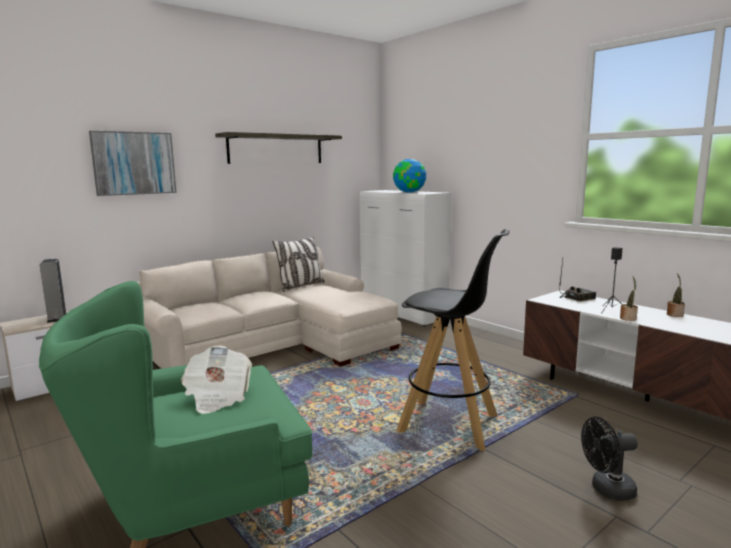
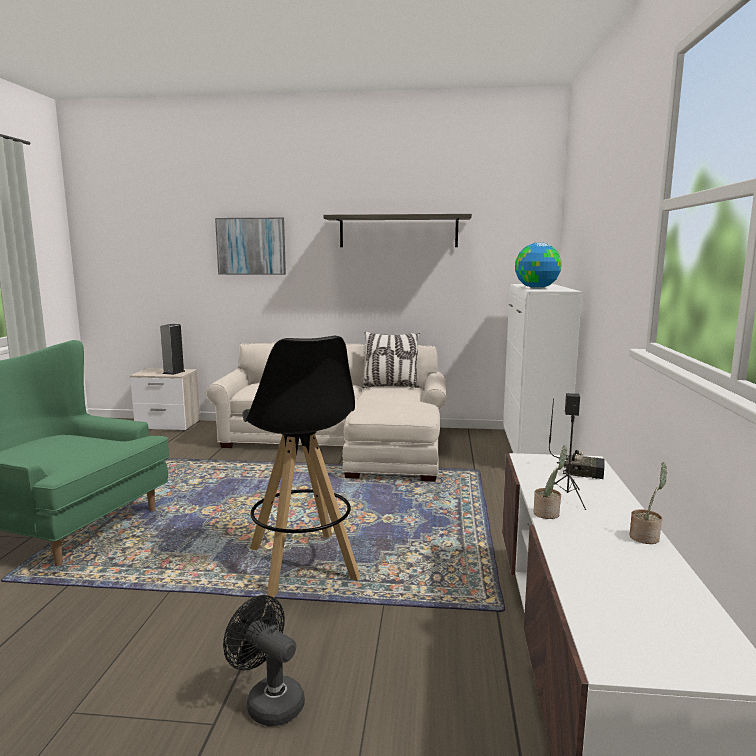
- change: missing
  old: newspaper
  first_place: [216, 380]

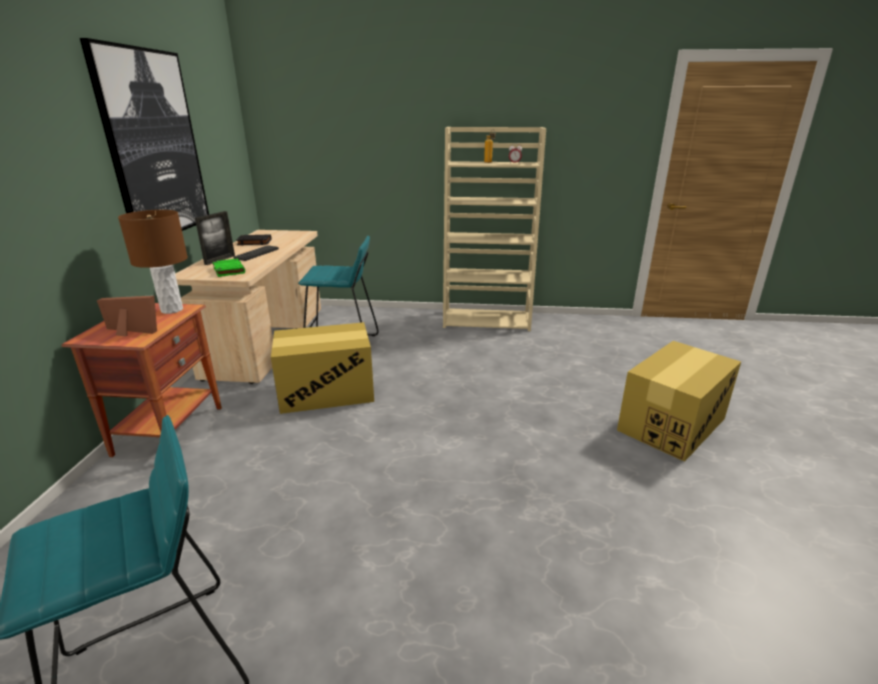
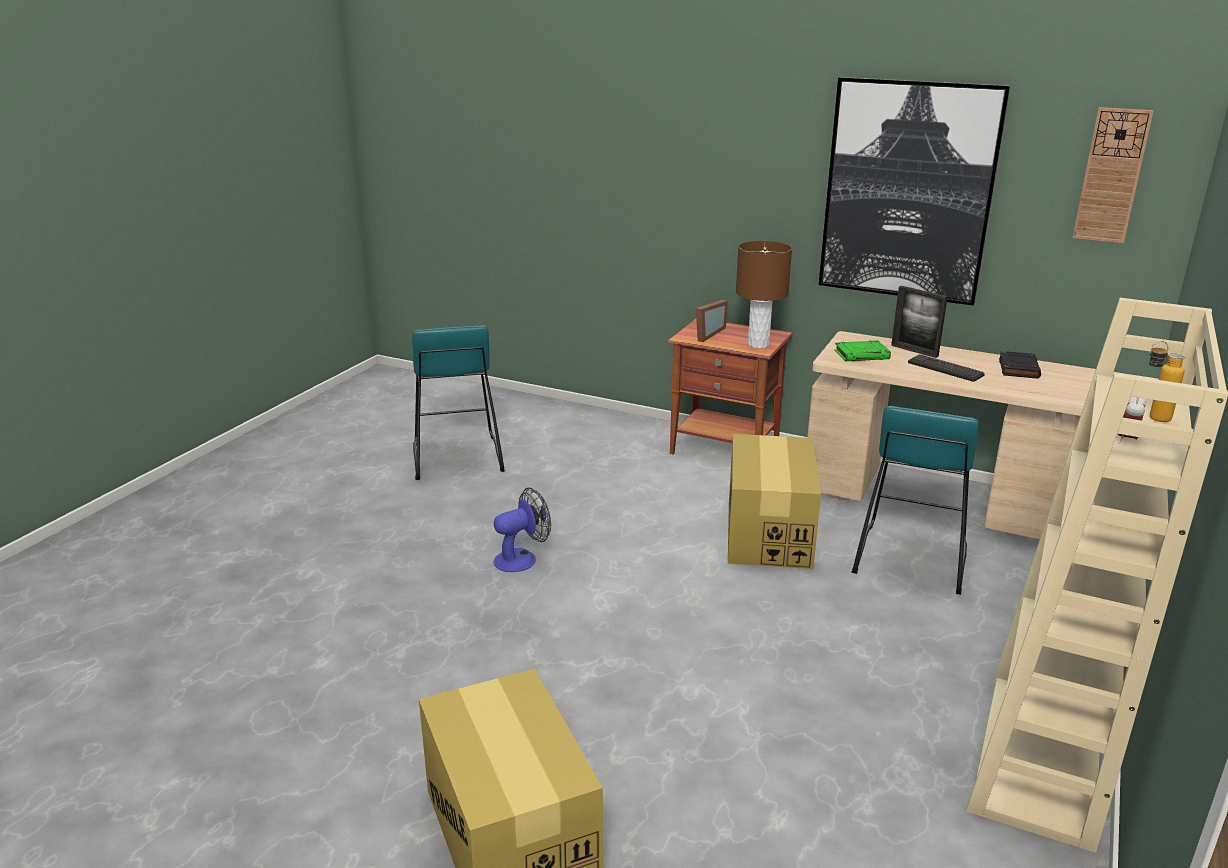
- change: appeared
  new: fan
  second_place: [522, 529]
- change: appeared
  new: wall clock
  second_place: [1112, 175]

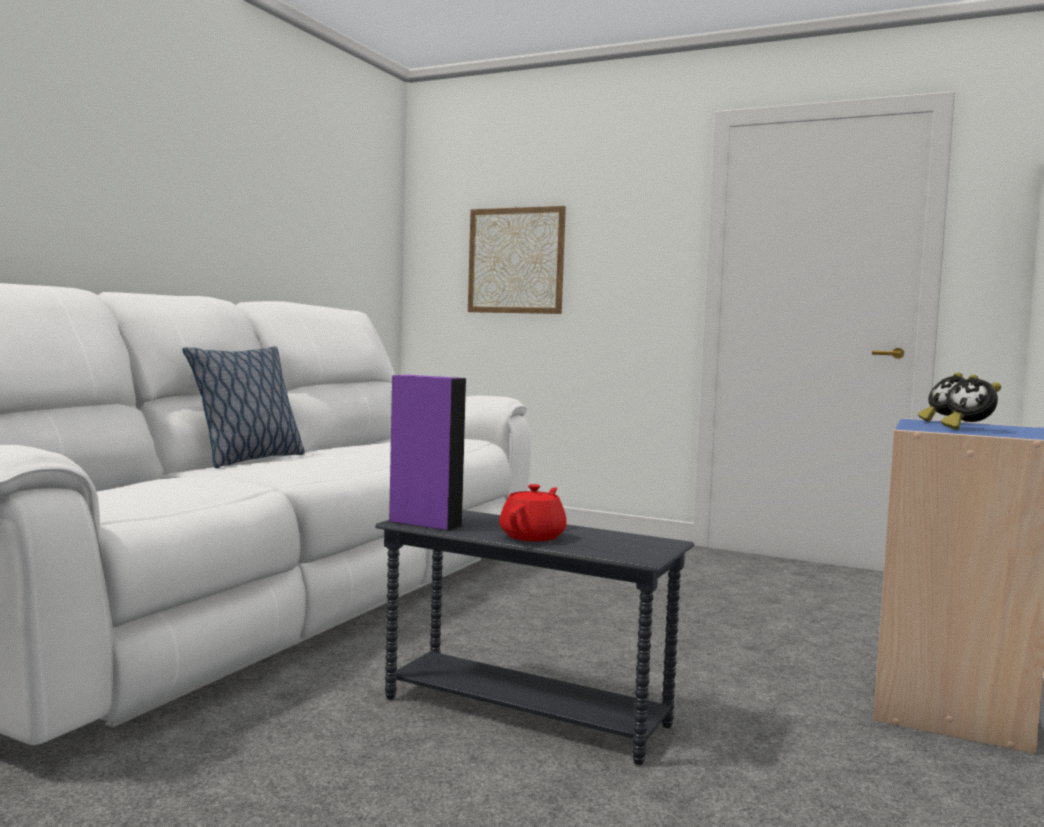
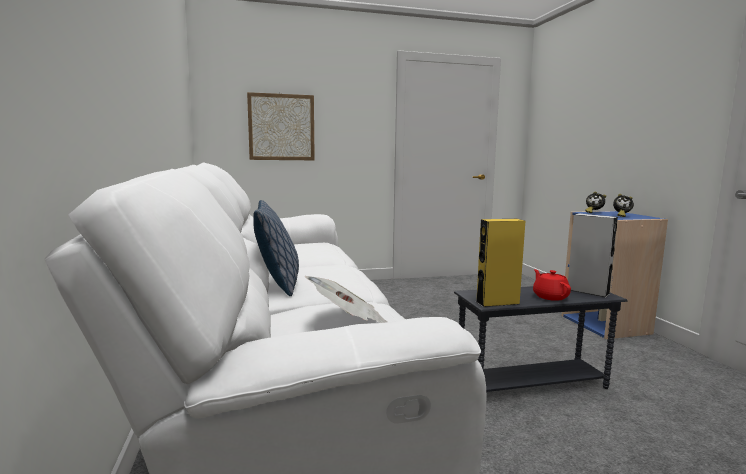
- change: appeared
  new: newspaper
  second_place: [346, 299]
- change: colour
  old: purple speaker
  new: yellow speaker
  first_place: [427, 453]
  second_place: [500, 263]
- change: appeared
  new: grey speaker
  second_place: [593, 255]

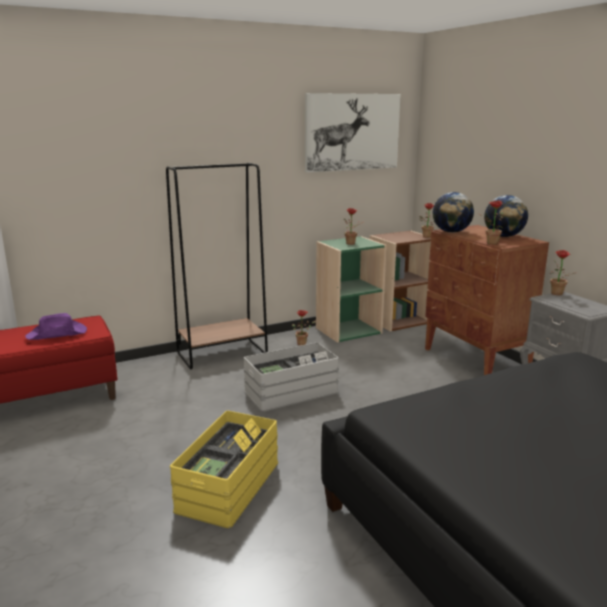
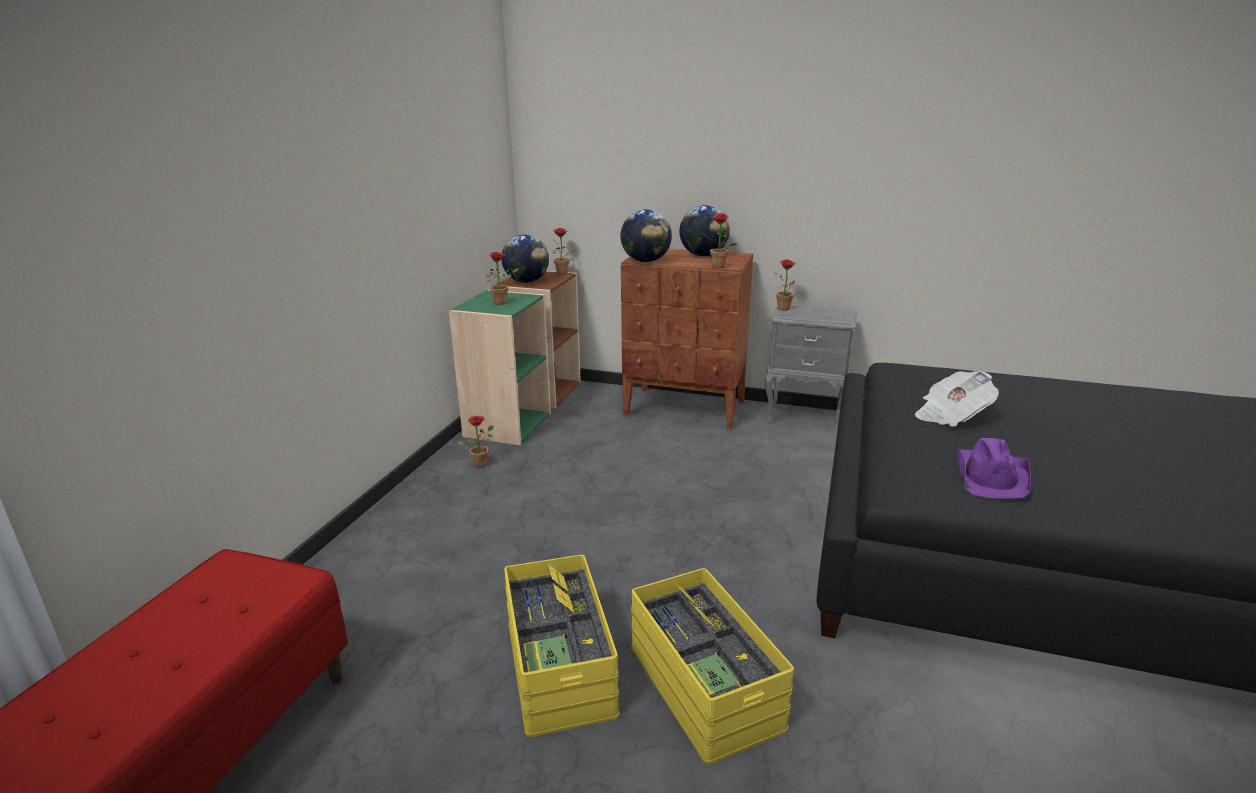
- change: appeared
  new: globe
  second_place: [525, 258]
- change: appeared
  new: yellow storage box
  second_place: [562, 646]
- change: appeared
  new: newspaper
  second_place: [957, 399]
- change: relocated
  old: purple hat
  first_place: [56, 326]
  second_place: [994, 468]
- change: missing
  old: clothes rack
  first_place: [217, 265]
- change: missing
  old: grey storage box
  first_place: [291, 377]
- change: missing
  old: picture
  first_place: [353, 132]

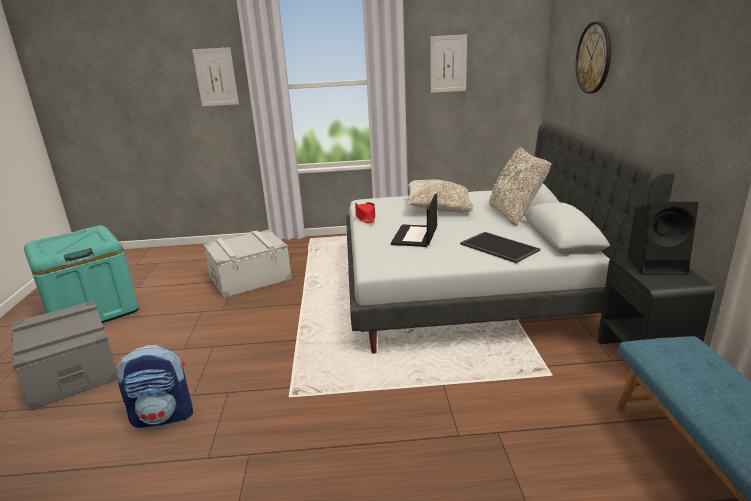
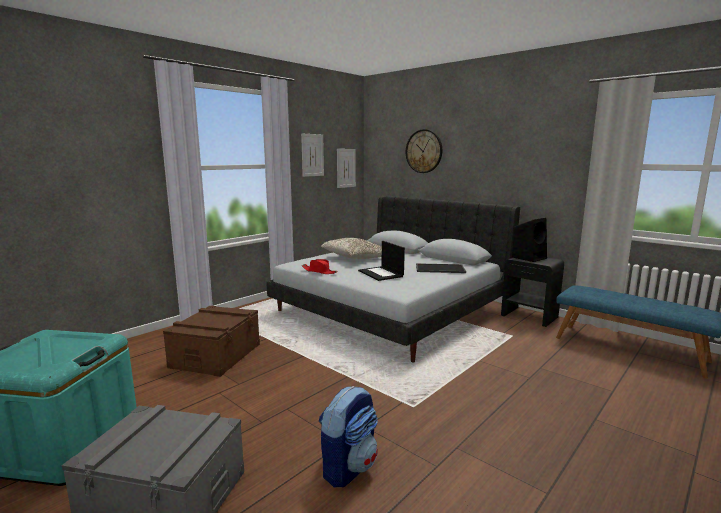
- change: colour
  old: grey storage box
  new: brown storage box
  first_place: [247, 264]
  second_place: [211, 341]
- change: relocated
  old: picture
  first_place: [215, 76]
  second_place: [346, 168]
- change: missing
  old: beige pillow
  first_place: [520, 187]

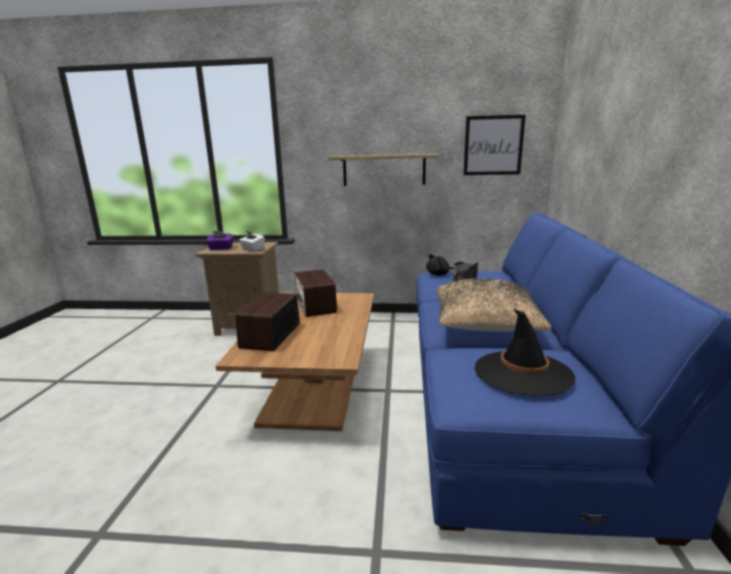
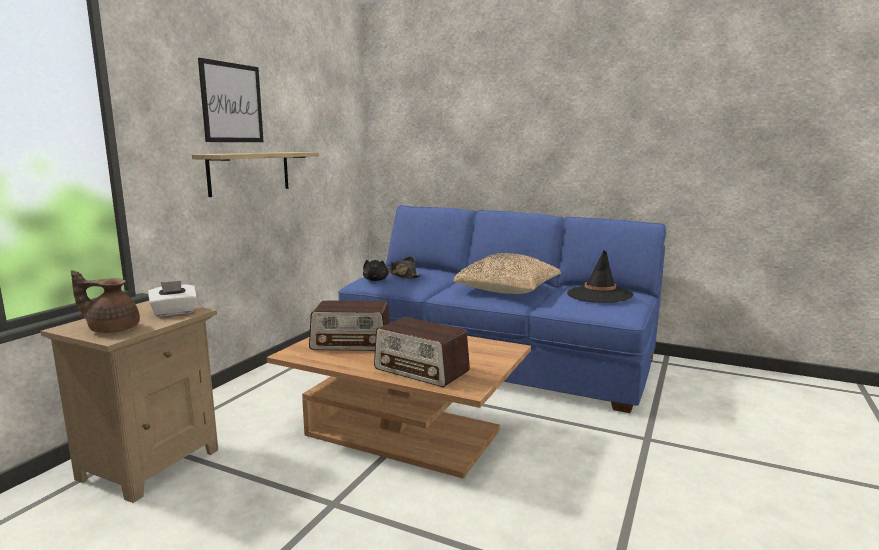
- change: exchanged
  old: purple tissue box
  new: brown teapot
  first_place: [220, 240]
  second_place: [105, 301]
- change: relocated
  old: picture
  first_place: [494, 145]
  second_place: [231, 100]

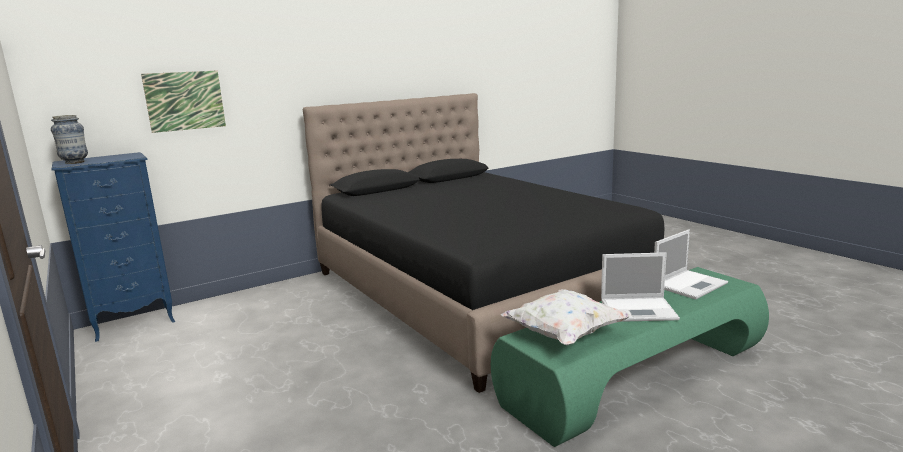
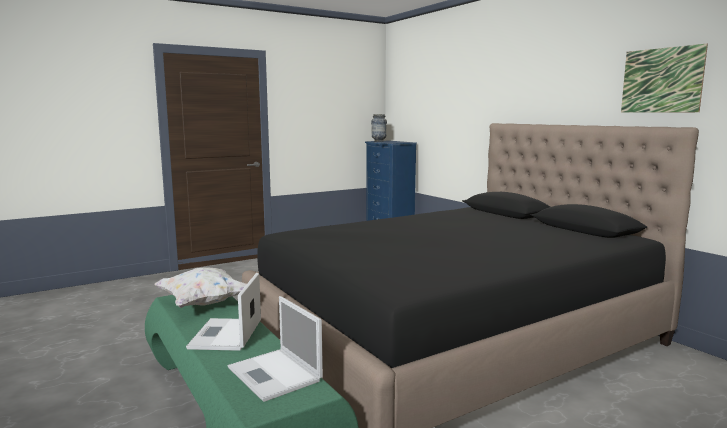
- change: relocated
  old: picture
  first_place: [183, 101]
  second_place: [664, 78]

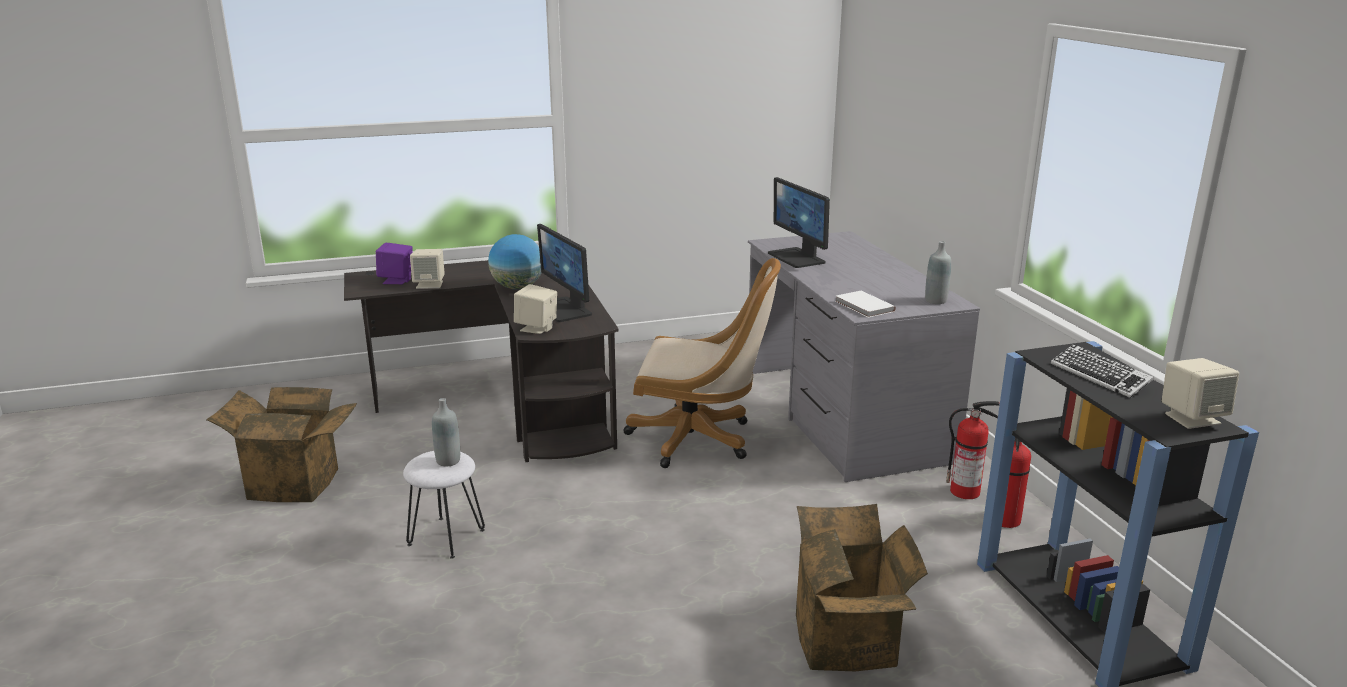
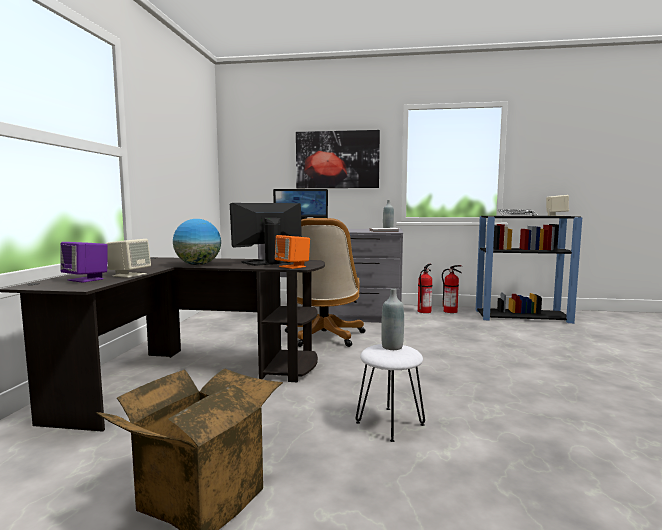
- change: spun
  old: monitor
  first_place: [564, 273]
  second_place: [266, 234]
  degrees: 150
- change: colour
  old: beige speaker
  new: orange speaker
  first_place: [535, 309]
  second_place: [292, 252]
- change: spun
  old: office chair
  first_place: [702, 363]
  second_place: [325, 282]
  degrees: 150
- change: appeared
  new: picture
  second_place: [338, 159]
- change: missing
  old: cardboard box
  first_place: [862, 587]

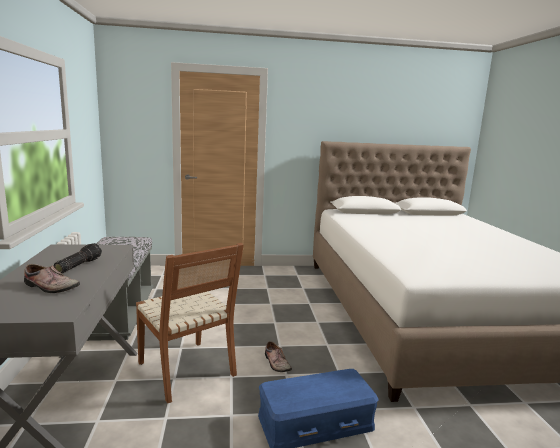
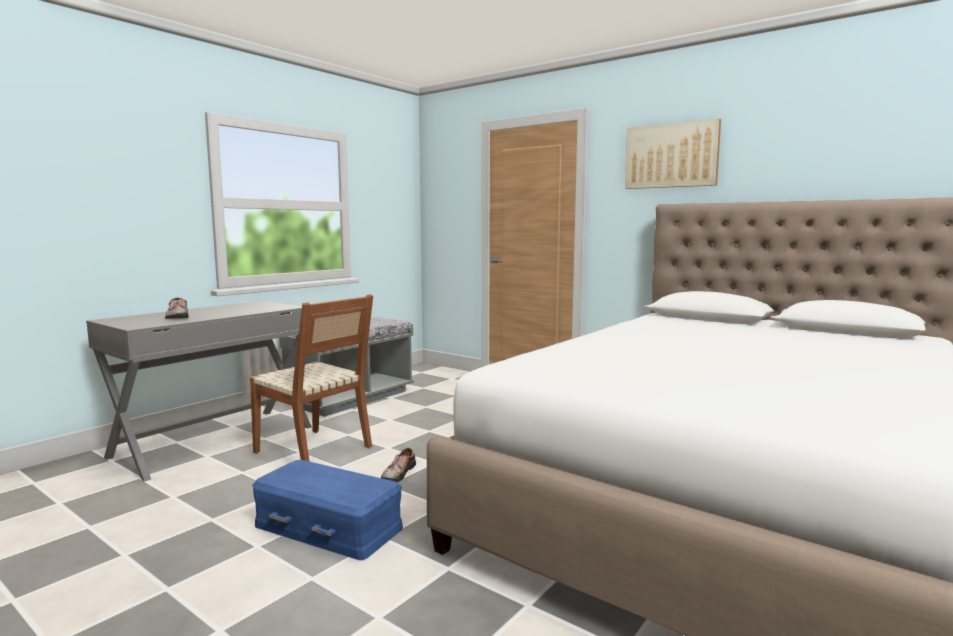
- change: spun
  old: chair
  first_place: [190, 323]
  second_place: [311, 378]
  degrees: -60
- change: appeared
  new: picture
  second_place: [673, 154]
- change: missing
  old: flashlight
  first_place: [78, 258]

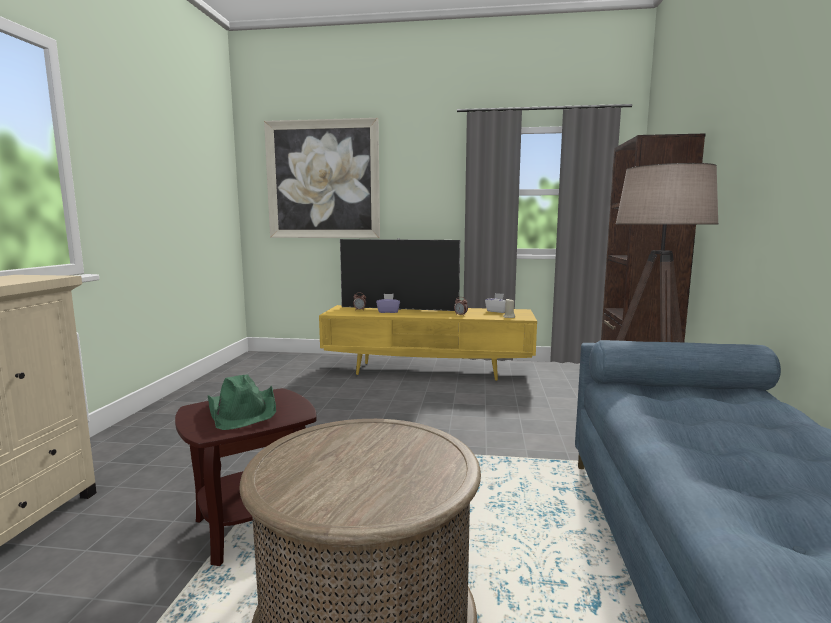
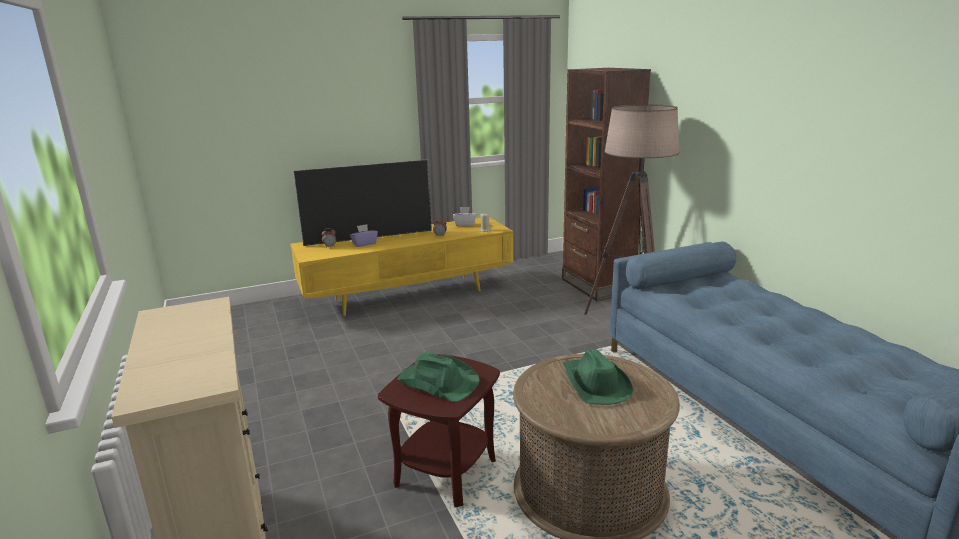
- change: appeared
  new: green hat
  second_place: [598, 377]
- change: missing
  old: picture
  first_place: [322, 178]

